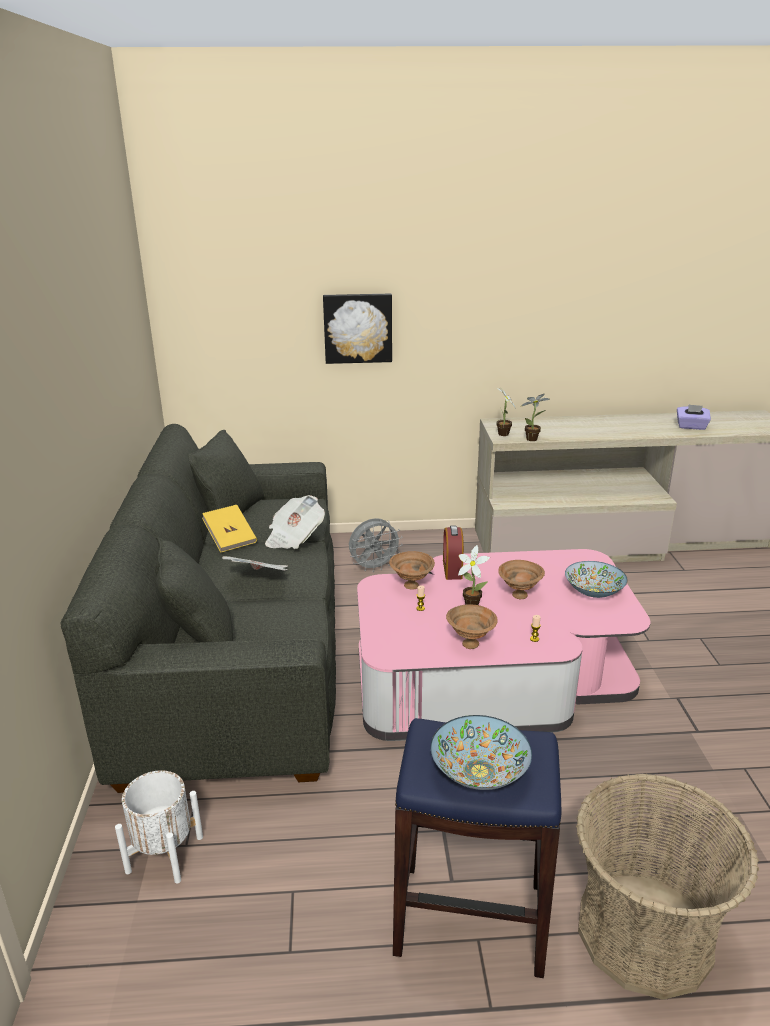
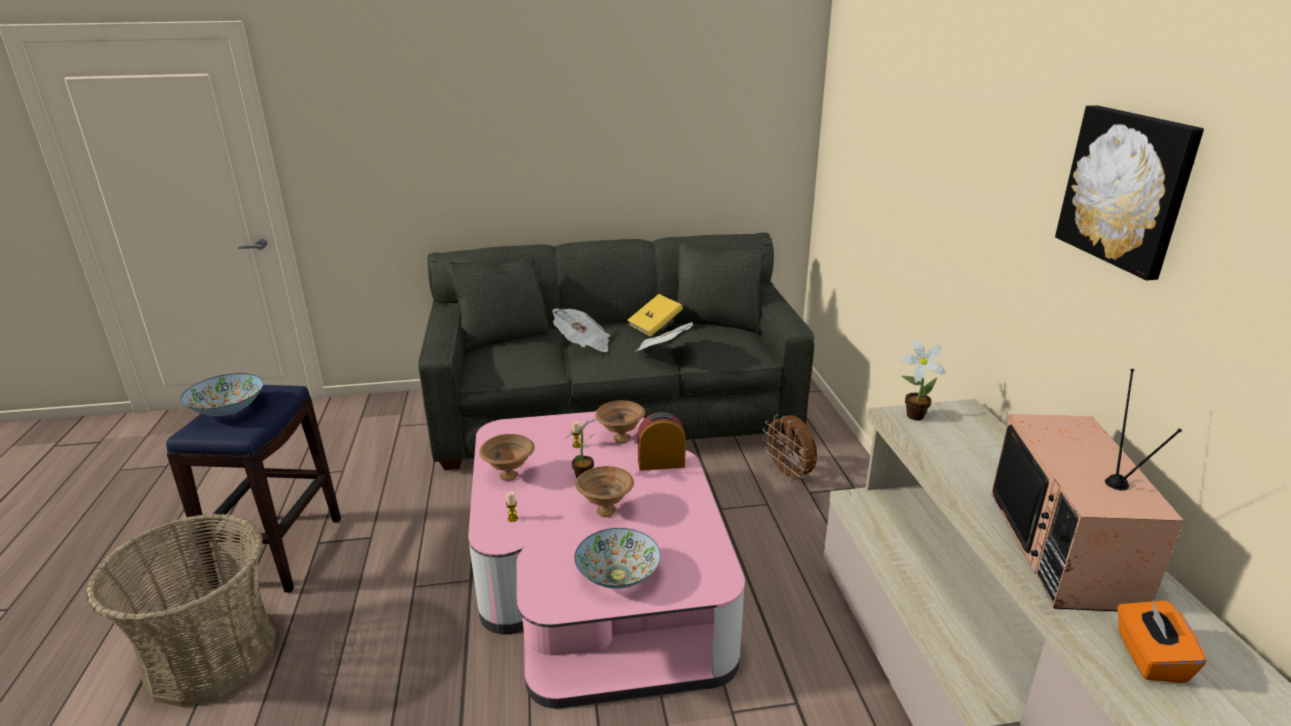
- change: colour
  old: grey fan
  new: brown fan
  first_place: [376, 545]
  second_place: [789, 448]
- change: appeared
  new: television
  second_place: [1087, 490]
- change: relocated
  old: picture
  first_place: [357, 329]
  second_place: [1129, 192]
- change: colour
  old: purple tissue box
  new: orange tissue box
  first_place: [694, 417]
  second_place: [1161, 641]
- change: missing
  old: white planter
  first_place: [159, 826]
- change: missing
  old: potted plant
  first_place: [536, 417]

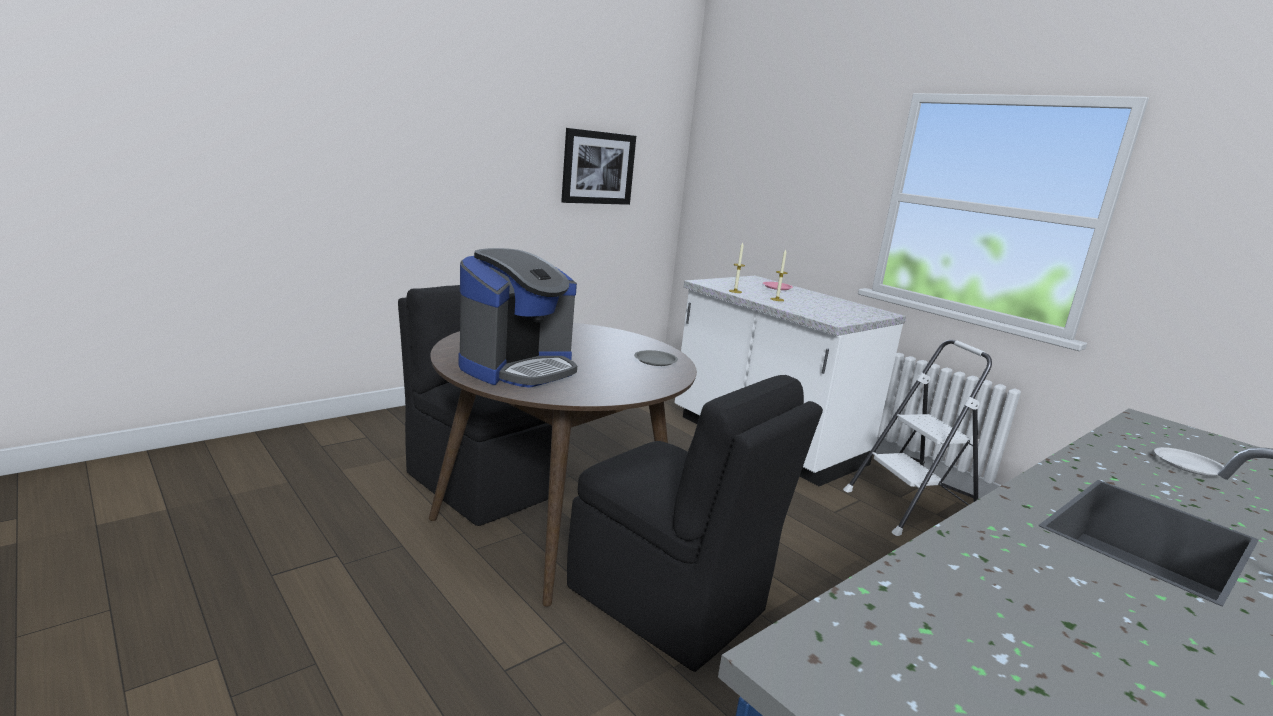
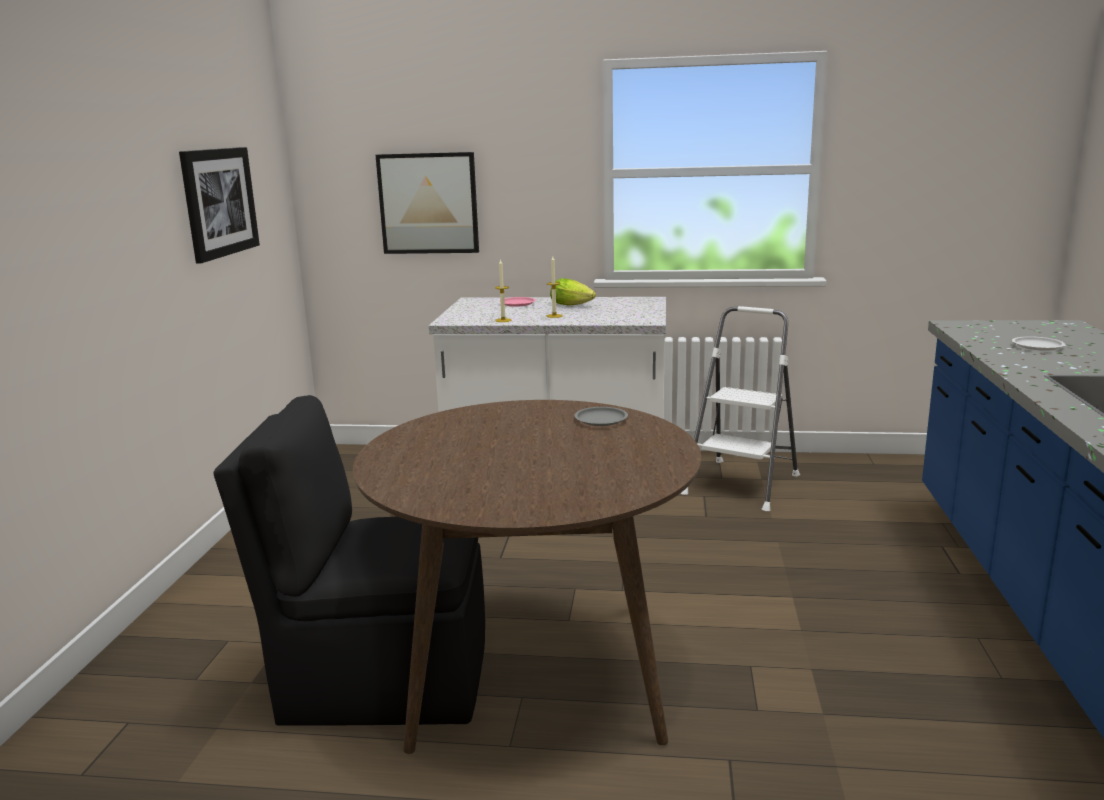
- change: appeared
  new: picture
  second_place: [427, 203]
- change: appeared
  new: lettuce
  second_place: [573, 292]
- change: missing
  old: coffee machine
  first_place: [518, 318]
- change: missing
  old: black chair
  first_place: [695, 523]

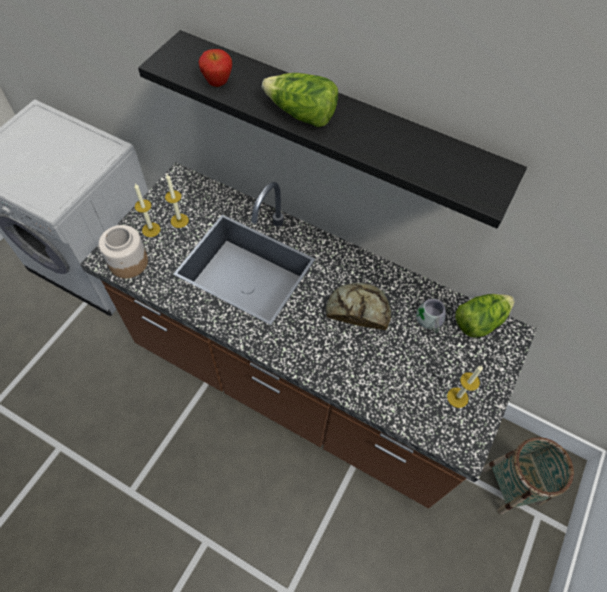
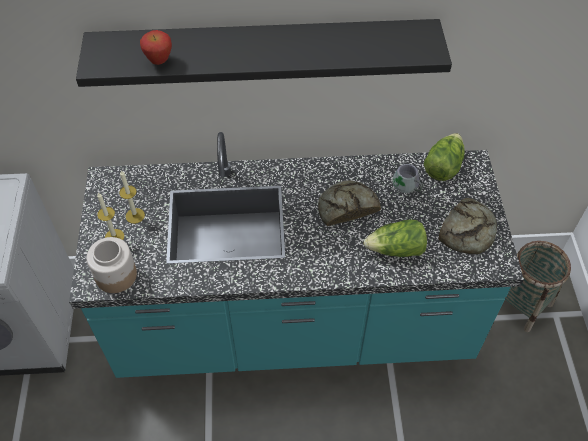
- change: colour
  old: brown counter
  new: turquoise counter
  first_place: [308, 335]
  second_place: [296, 255]
- change: relocated
  old: lettuce
  first_place: [300, 100]
  second_place: [395, 238]
- change: exchanged
  old: candle
  new: bread
  first_place: [465, 387]
  second_place: [467, 226]

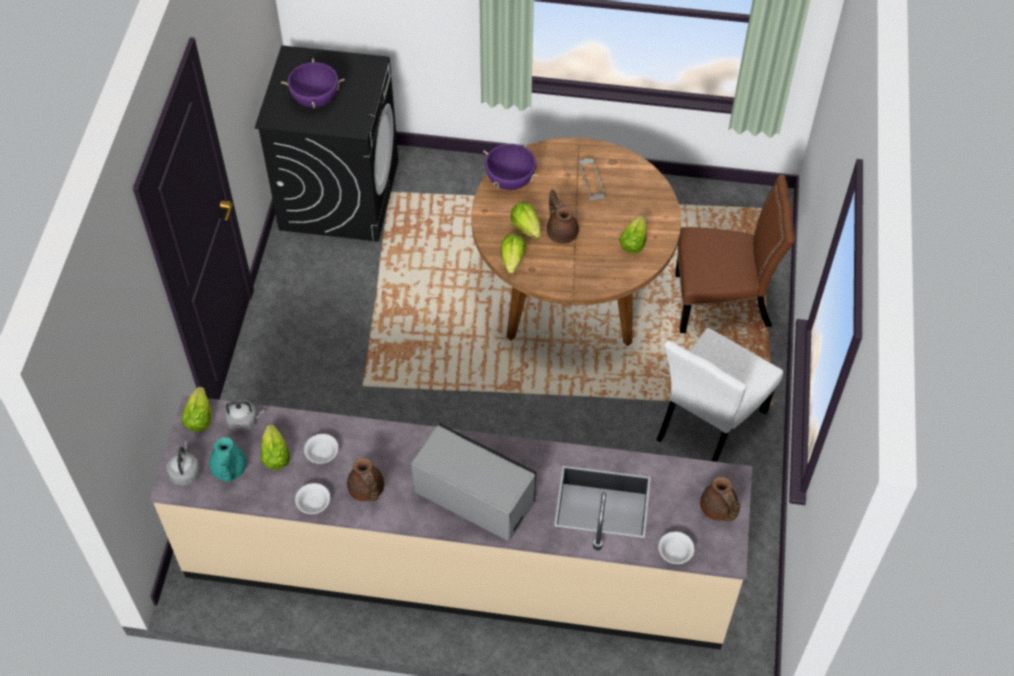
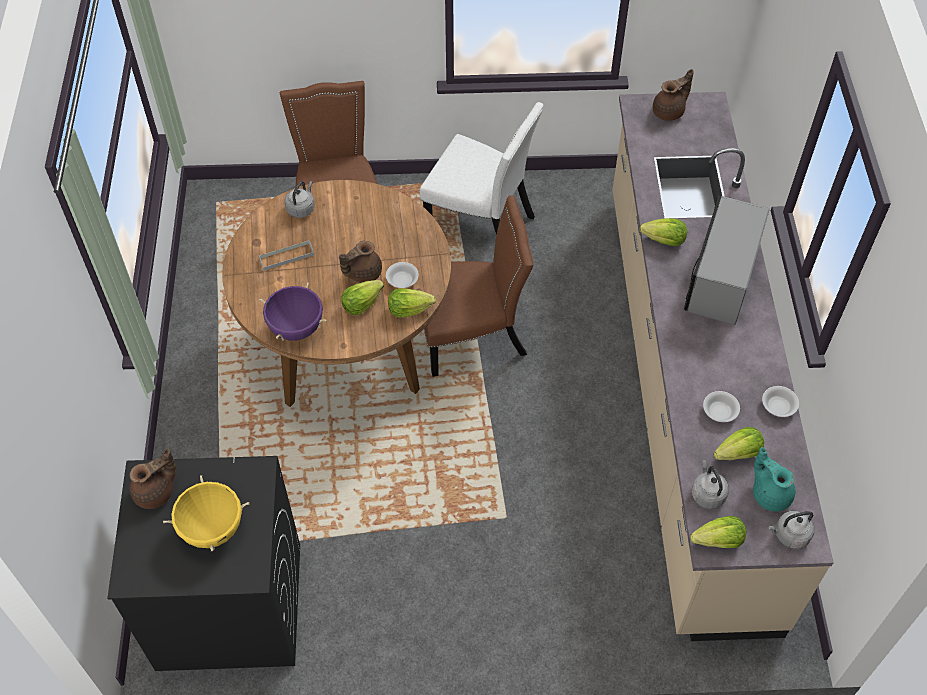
- change: relocated
  old: brown teapot
  first_place: [365, 480]
  second_place: [152, 479]
- change: colour
  old: purple cooking pot
  new: yellow cooking pot
  first_place: [313, 83]
  second_place: [206, 513]
- change: appeared
  new: grey kettle
  second_place: [300, 199]
- change: relocated
  old: white bowl
  first_place: [676, 548]
  second_place: [402, 275]
- change: appeared
  new: brown chair
  second_place: [478, 286]
- change: relocated
  old: lettuce
  first_place: [632, 235]
  second_place: [663, 232]
- change: spun
  old: turquoise teapot
  first_place: [227, 459]
  second_place: [774, 479]
  degrees: -105

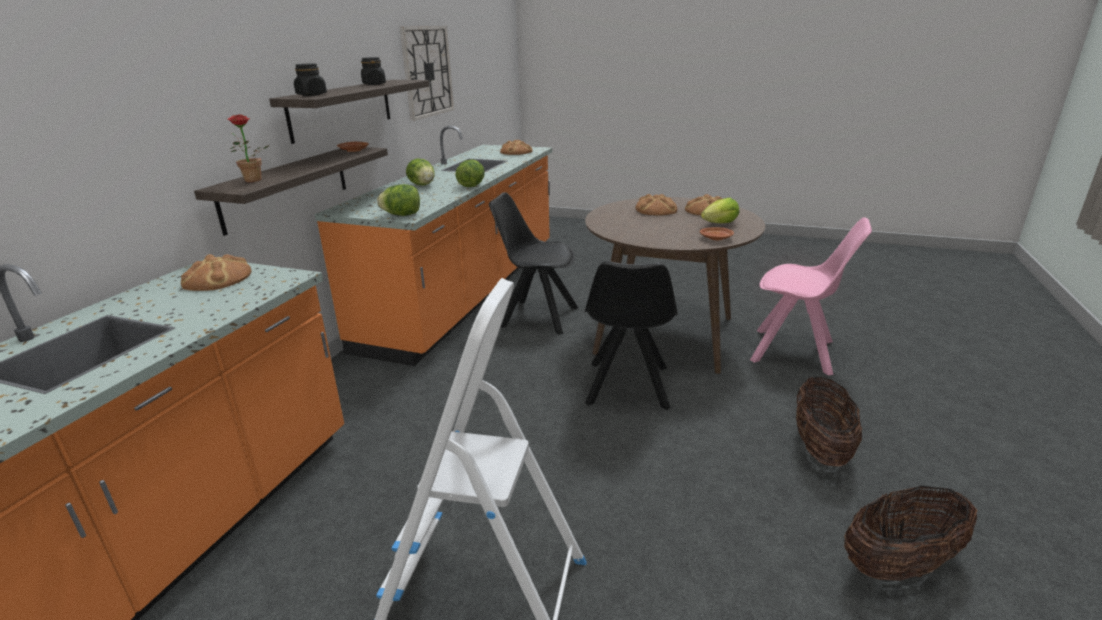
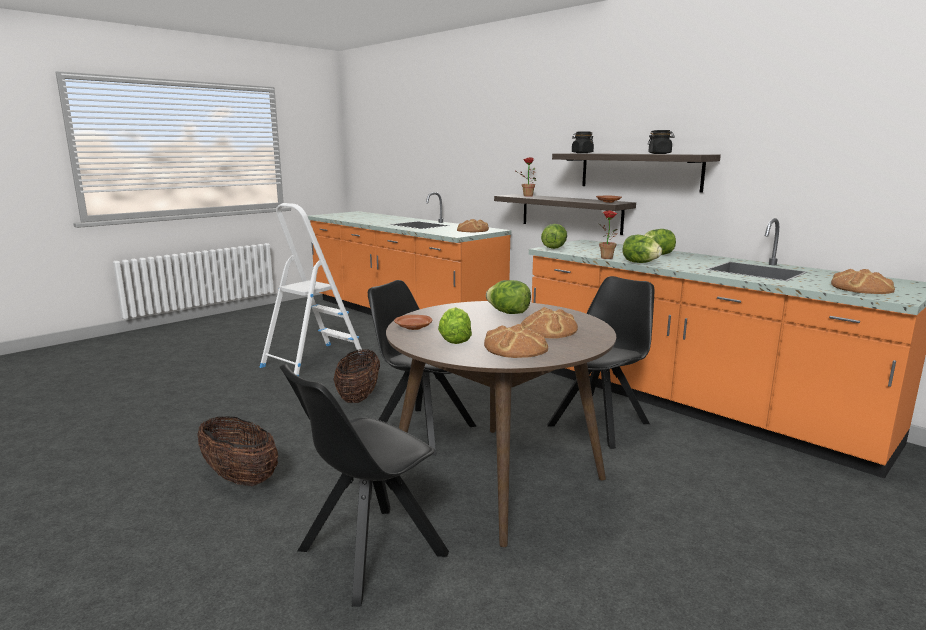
- change: colour
  old: pink chair
  new: black chair
  first_place: [811, 296]
  second_place: [364, 485]
- change: relocated
  old: basket
  first_place: [910, 533]
  second_place: [356, 376]
- change: appeared
  new: lettuce
  second_place: [508, 297]
- change: appeared
  new: potted plant
  second_place: [608, 234]
- change: missing
  old: wall clock
  first_place: [427, 73]

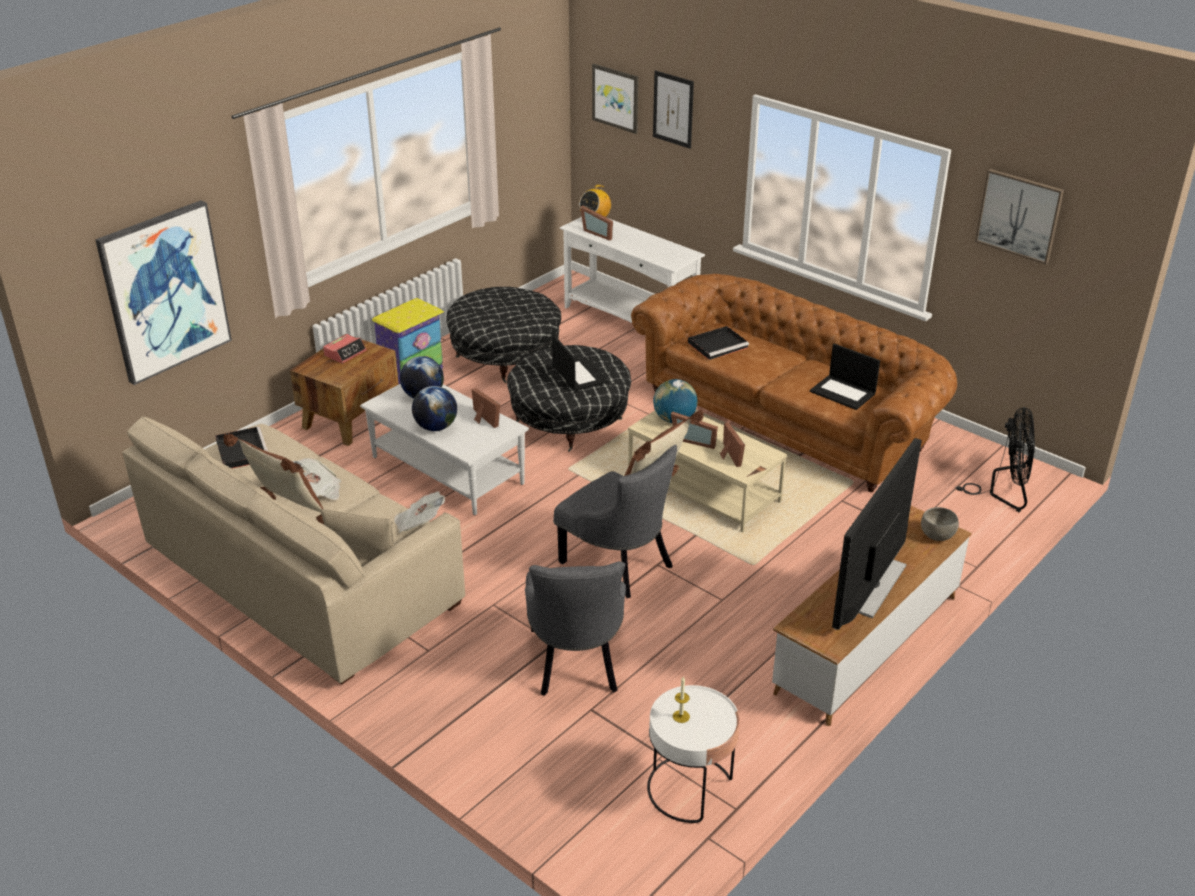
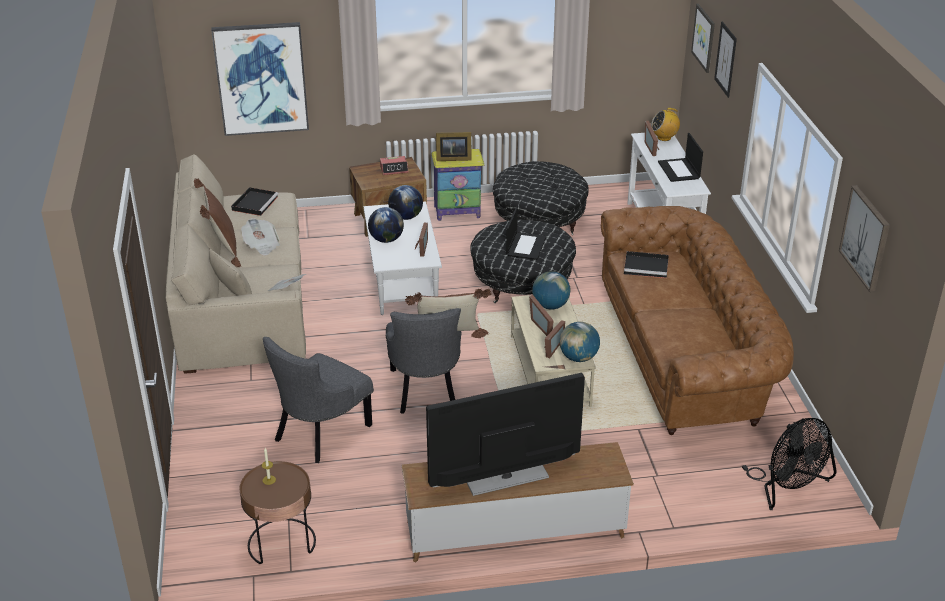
- change: colour
  old: white side table
  new: brown side table
  first_place: [693, 754]
  second_place: [277, 512]
- change: appeared
  new: picture frame
  second_place: [454, 146]
- change: appeared
  new: globe
  second_place: [580, 342]
- change: relocated
  old: laptop
  first_place: [845, 377]
  second_place: [680, 157]
- change: missing
  old: grey bowl
  first_place: [940, 524]

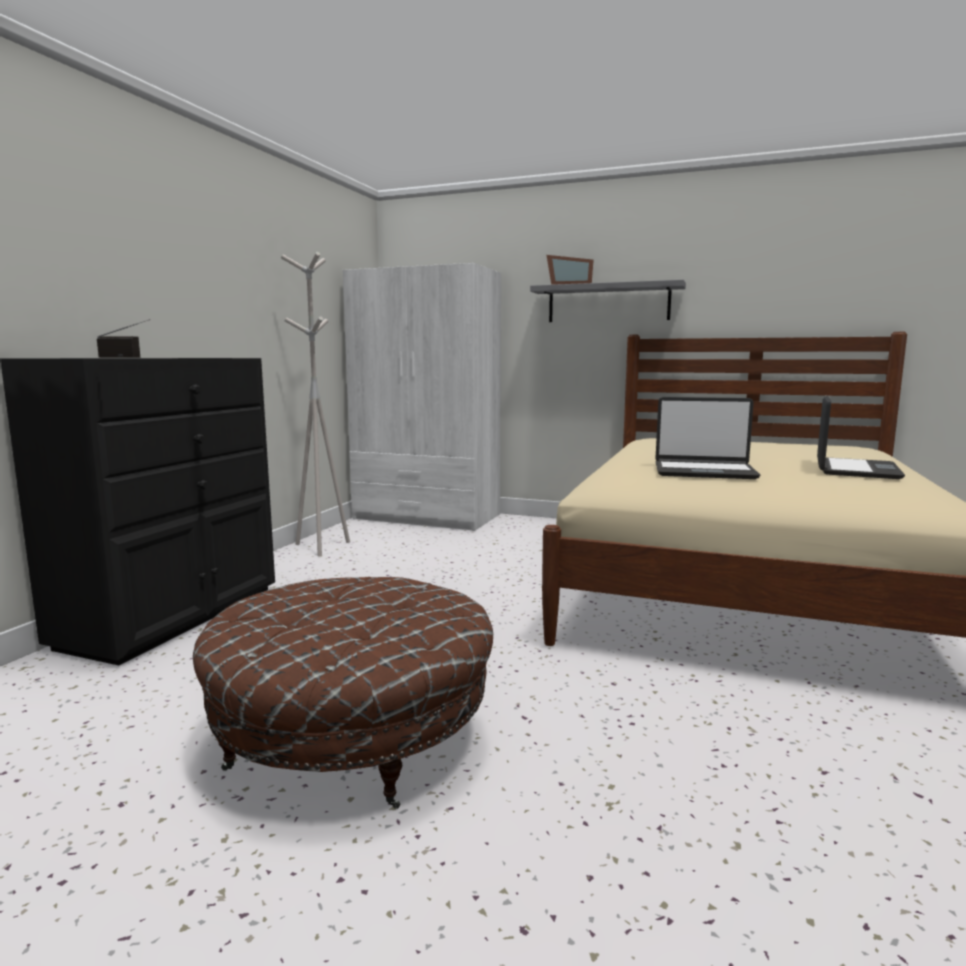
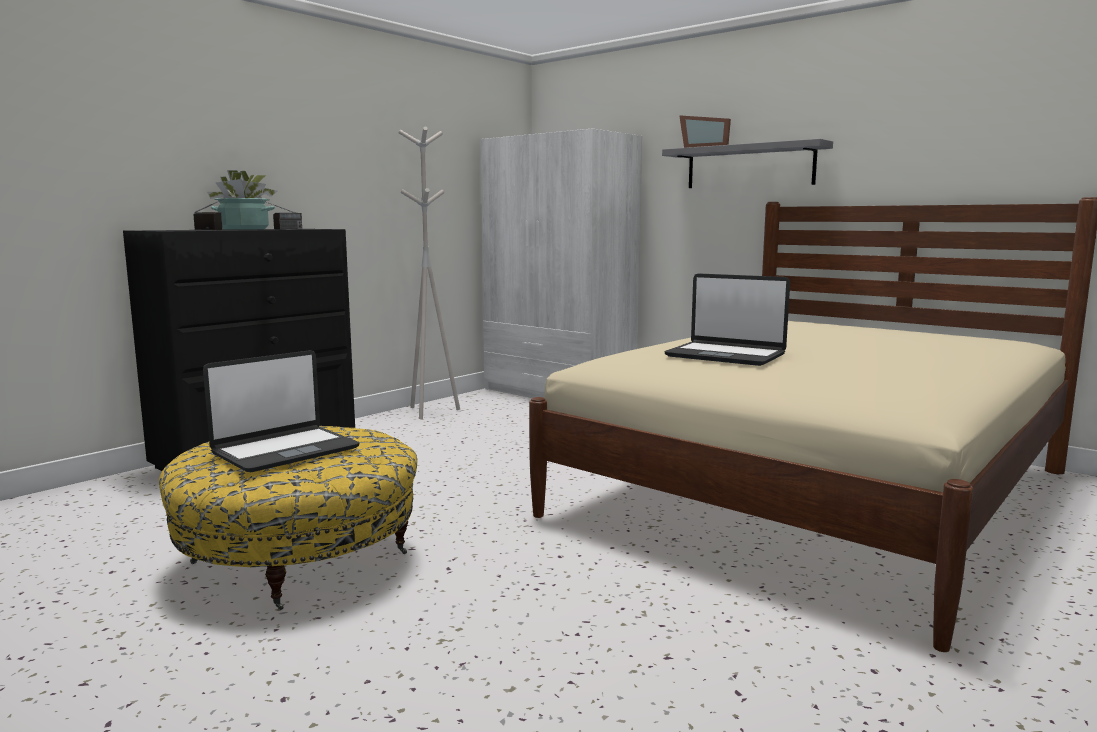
- change: colour
  old: brown ottoman
  new: yellow ottoman
  first_place: [343, 693]
  second_place: [288, 518]
- change: relocated
  old: laptop
  first_place: [861, 437]
  second_place: [281, 411]
- change: appeared
  new: potted plant
  second_place: [242, 199]
- change: appeared
  new: radio
  second_place: [280, 214]

